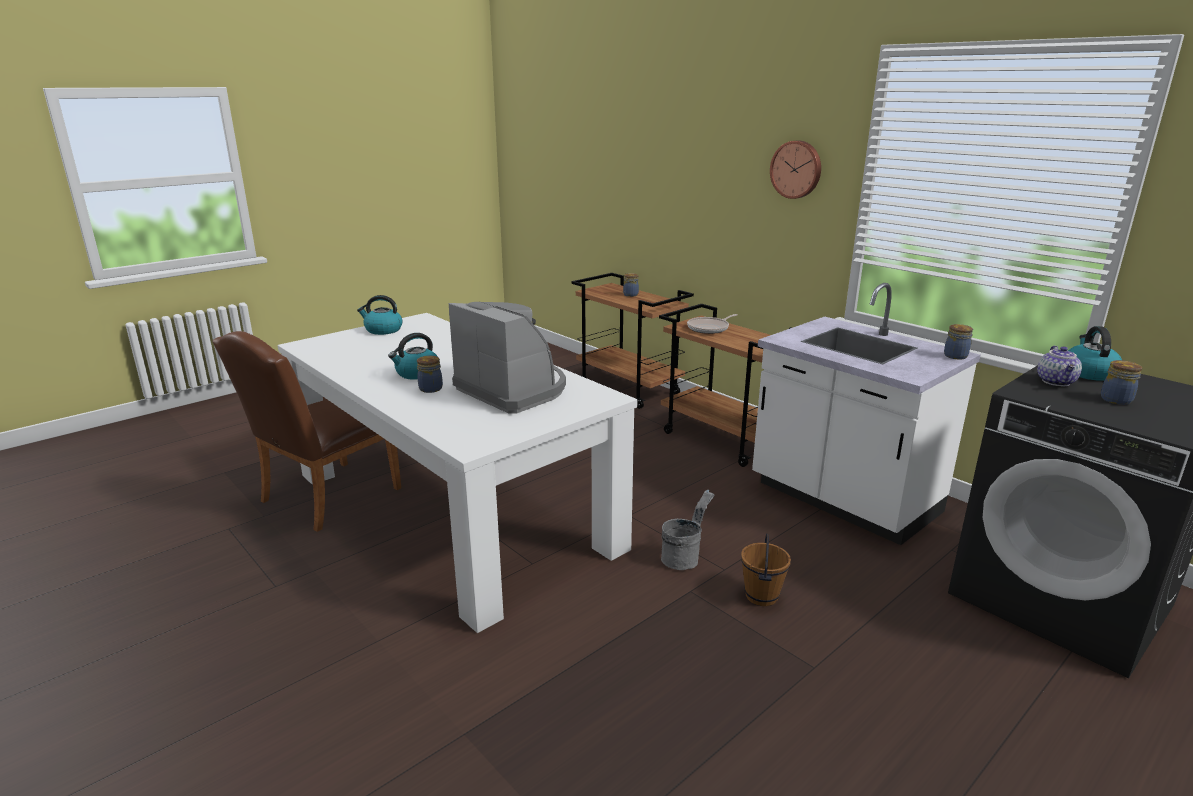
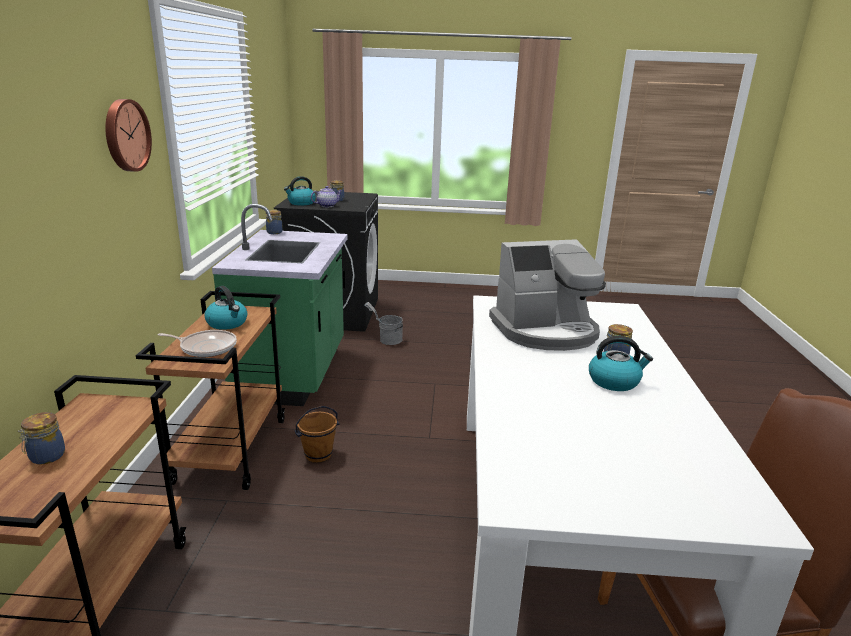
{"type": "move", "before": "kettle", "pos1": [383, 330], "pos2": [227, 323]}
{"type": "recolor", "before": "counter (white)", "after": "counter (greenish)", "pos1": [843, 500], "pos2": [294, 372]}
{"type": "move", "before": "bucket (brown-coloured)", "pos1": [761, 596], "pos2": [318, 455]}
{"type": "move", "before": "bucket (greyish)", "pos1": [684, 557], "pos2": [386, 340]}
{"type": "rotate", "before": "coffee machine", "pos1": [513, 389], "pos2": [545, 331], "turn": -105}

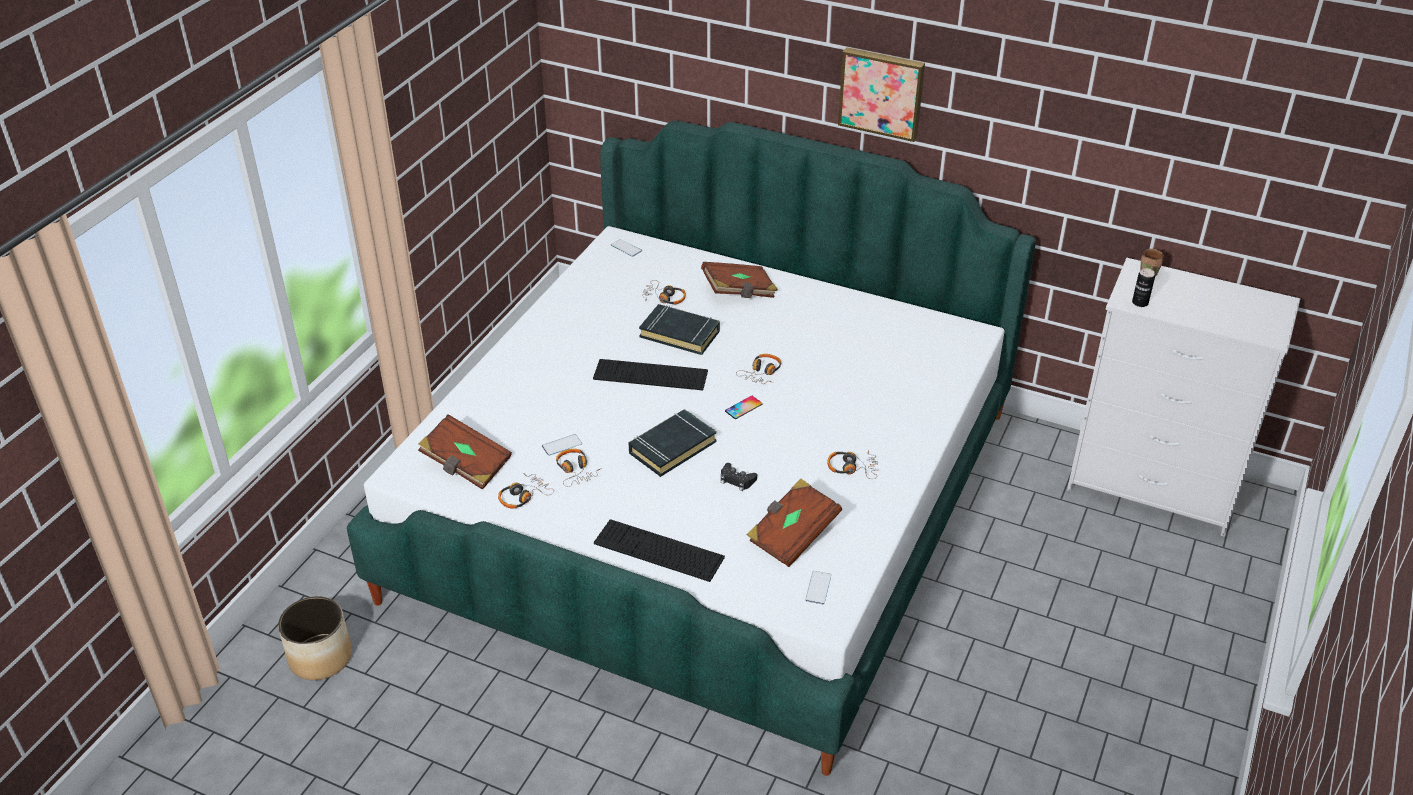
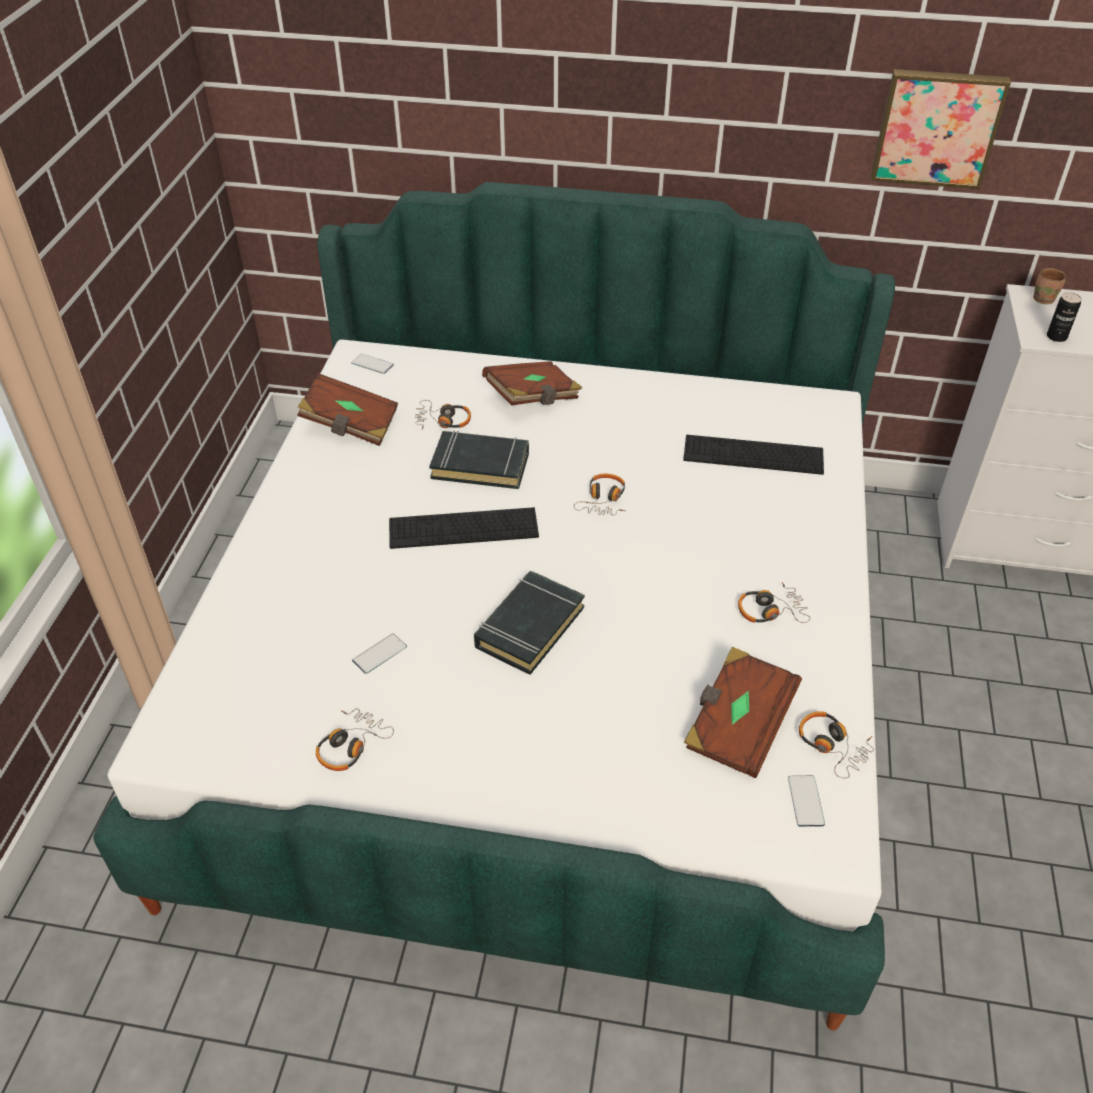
{"type": "move", "before": "bound book (brown-coloured)", "pos1": [466, 465], "pos2": [350, 425]}
{"type": "move", "before": "PC keyboard", "pos1": [658, 550], "pos2": [753, 455]}
{"type": "move", "before": "headphones", "pos1": [576, 471], "pos2": [832, 746]}
{"type": "move", "before": "picture", "pos1": [882, 92], "pos2": [937, 127]}
{"type": "delete", "before": "plant pot", "pos1": [320, 657]}
{"type": "delete", "before": "game controller (black)", "pos1": [737, 480]}
{"type": "delete", "before": "phone", "pos1": [743, 407]}

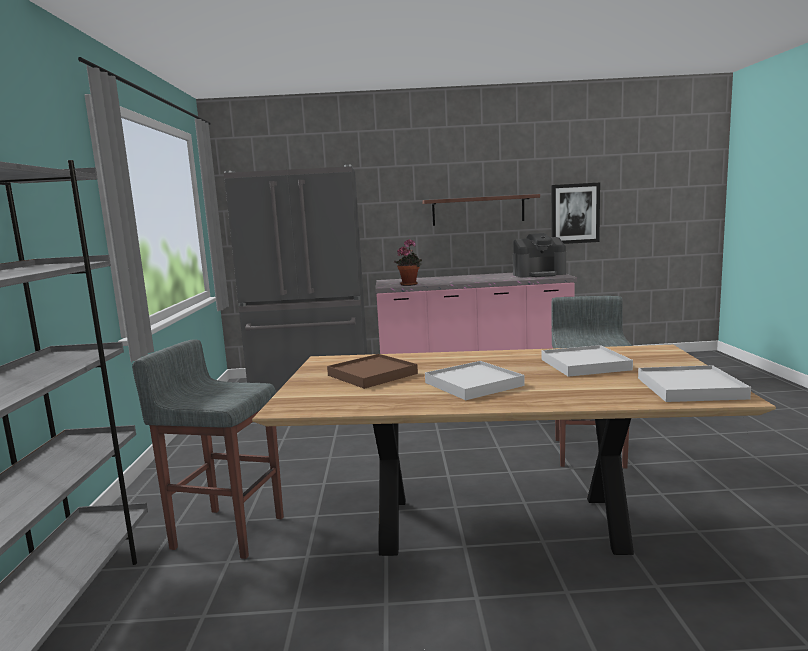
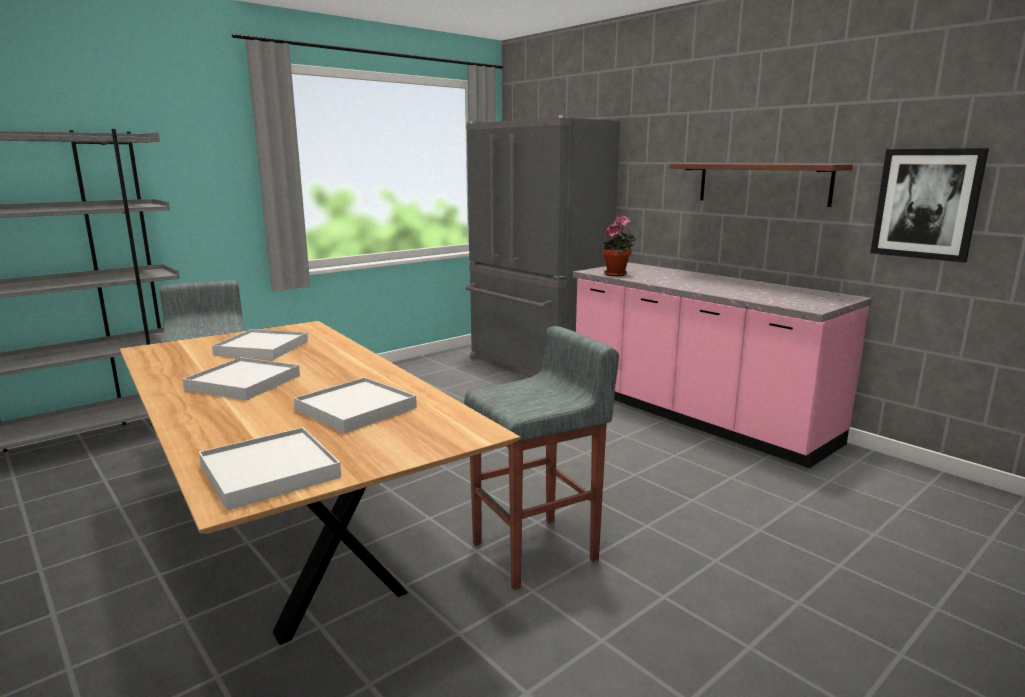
{"type": "recolor", "before": "serving tray (brown-coloured)", "after": "serving tray (white)", "pos1": [372, 374], "pos2": [262, 348]}
{"type": "delete", "before": "coffee machine", "pos1": [539, 274]}

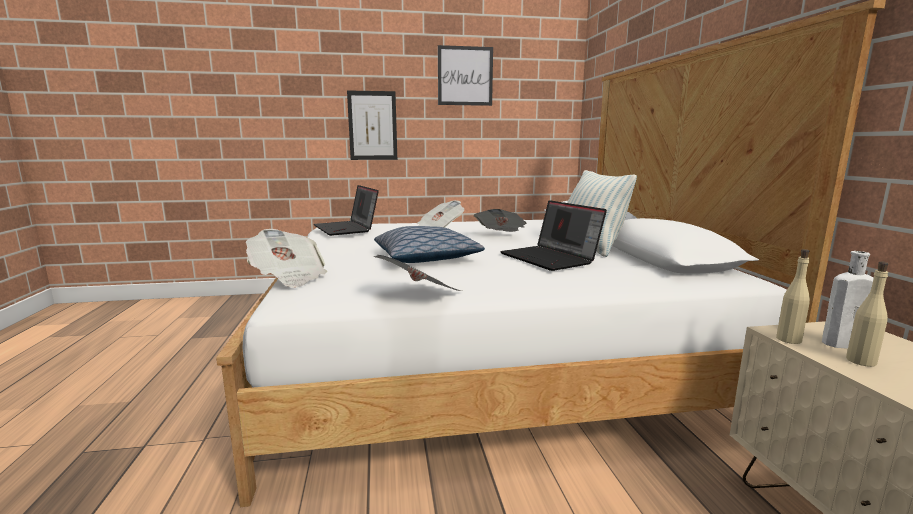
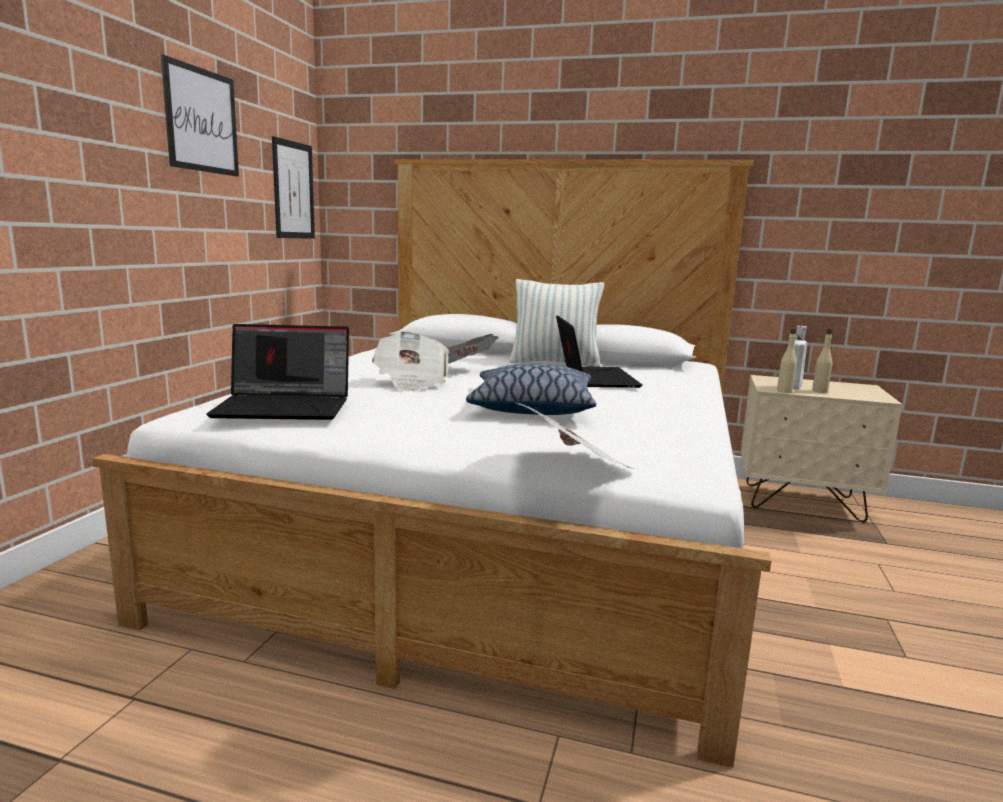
{"type": "move", "before": "picture", "pos1": [372, 125], "pos2": [293, 190]}
{"type": "rotate", "before": "portable computer", "pos1": [551, 258], "pos2": [593, 378], "turn": -90}
{"type": "delete", "before": "newspaper", "pos1": [420, 296]}

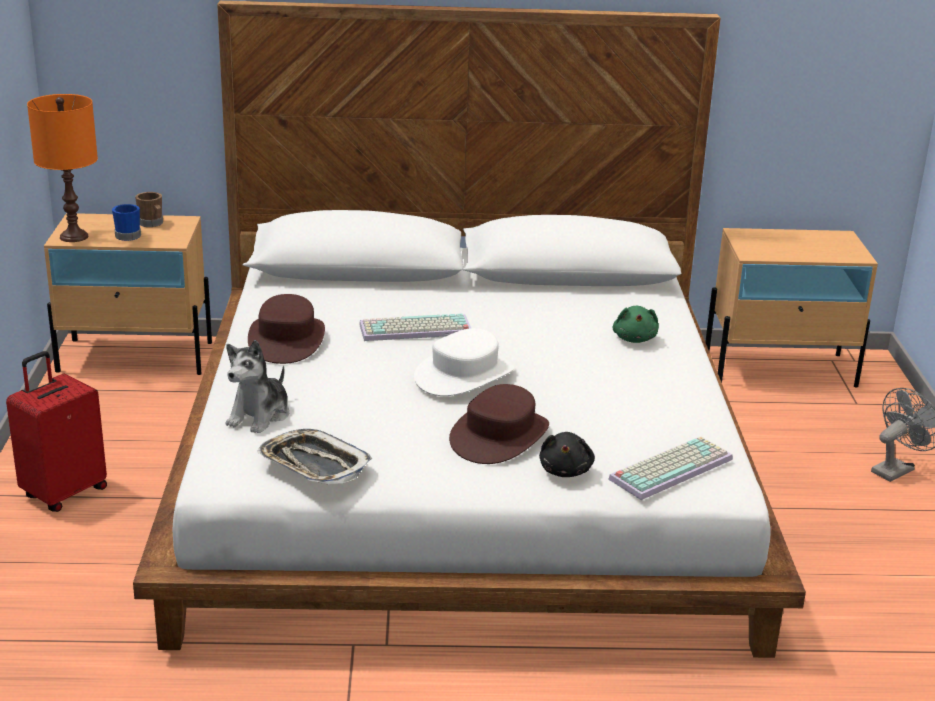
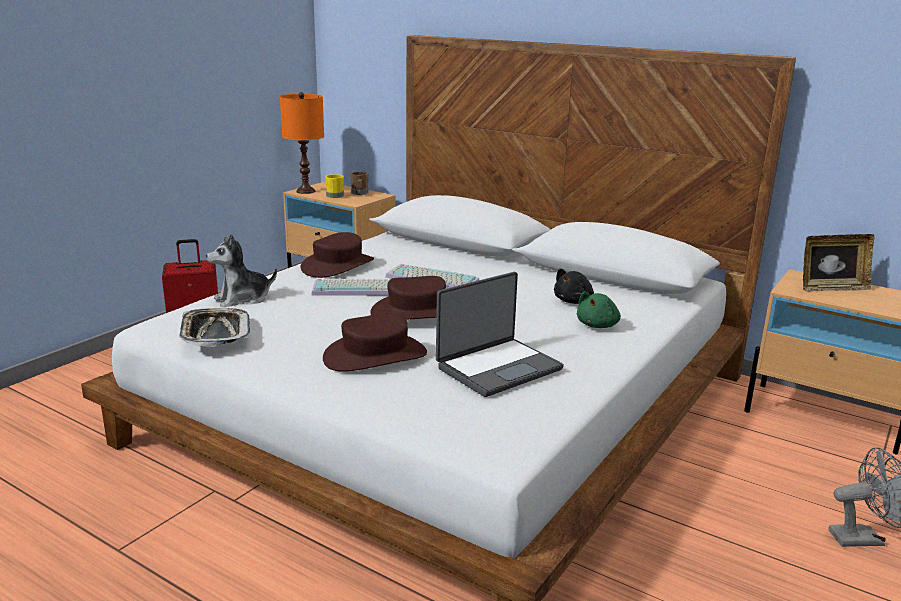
{"type": "move", "before": "PC keyboard", "pos1": [670, 467], "pos2": [361, 288]}
{"type": "recolor", "before": "coffee mug (blue-coloured)", "after": "coffee mug (yellow-coloured)", "pos1": [128, 235], "pos2": [336, 195]}
{"type": "recolor", "before": "clothing hat (white)", "after": "clothing hat (brown-coloured)", "pos1": [464, 375], "pos2": [416, 312]}
{"type": "insert", "after": "portable computer", "pos2": [498, 367]}
{"type": "move", "before": "soft toy (black)", "pos1": [566, 470], "pos2": [574, 301]}
{"type": "insert", "after": "standing frame", "pos2": [831, 288]}

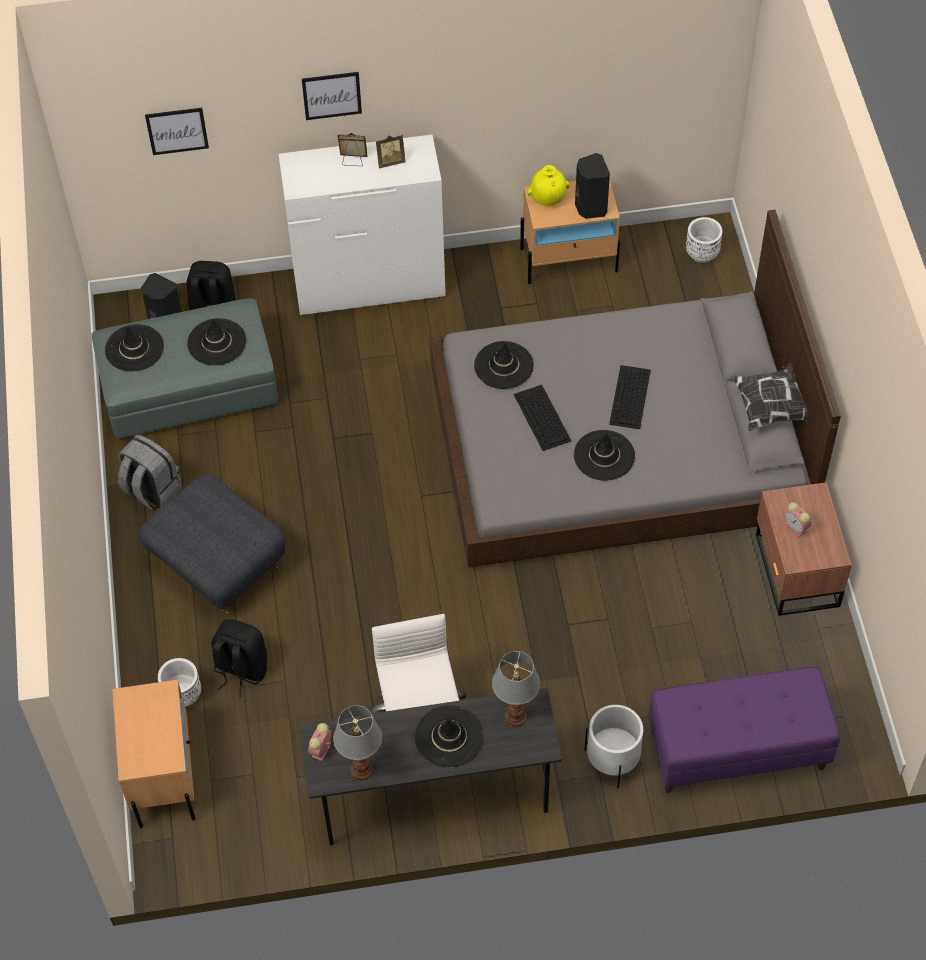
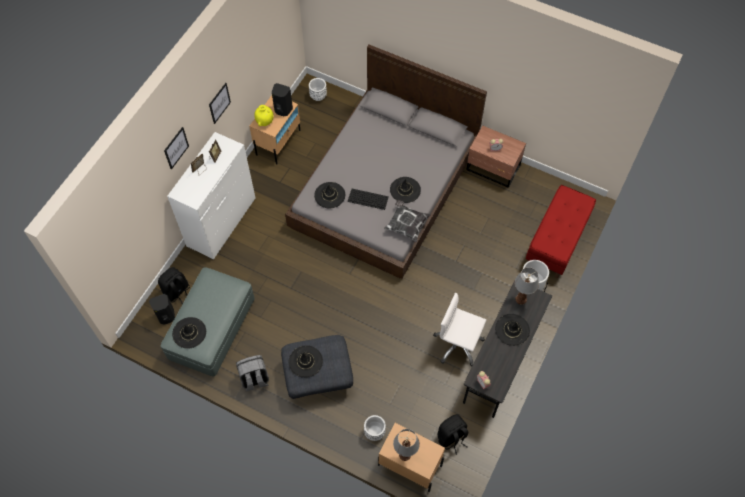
{"type": "move", "before": "picture", "pos1": [177, 130], "pos2": [219, 103]}
{"type": "move", "before": "clothing hat (black)", "pos1": [216, 342], "pos2": [305, 361]}
{"type": "move", "before": "pillow", "pos1": [772, 406], "pos2": [406, 225]}
{"type": "move", "before": "tabletop lamp", "pos1": [362, 771], "pos2": [405, 454]}
{"type": "move", "before": "rucksack (black)", "pos1": [240, 670], "pos2": [452, 438]}
{"type": "recolor", "before": "bench (purplish)", "after": "bench (reddish)", "pos1": [737, 750], "pos2": [556, 241]}
{"type": "delete", "before": "PC keyboard", "pos1": [630, 397]}

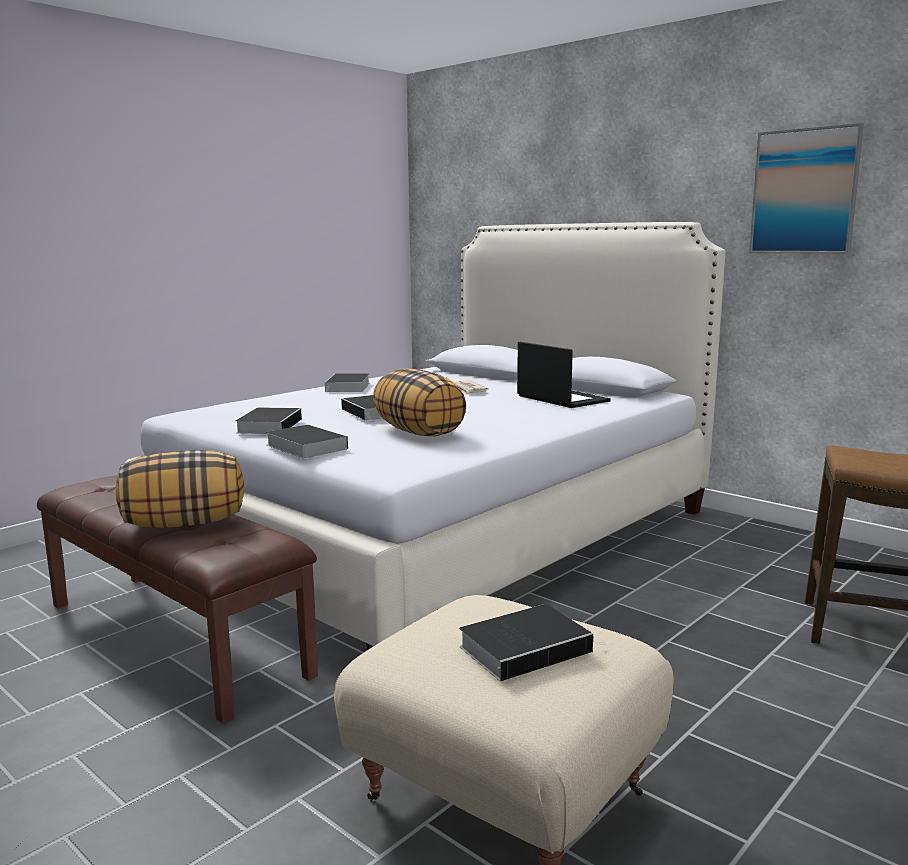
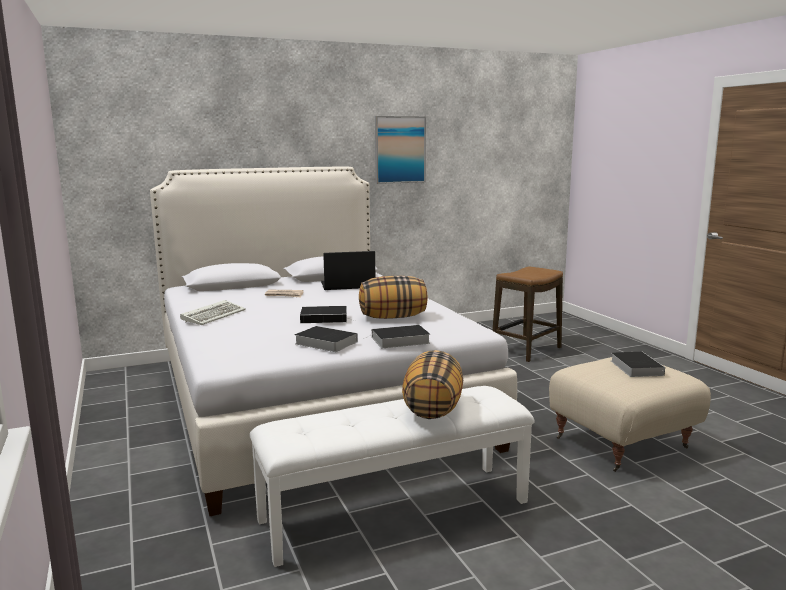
{"type": "replace", "before": "bound book", "after": "PC keyboard", "pos1": [348, 387], "pos2": [214, 315]}
{"type": "recolor", "before": "bench (brown-coloured)", "after": "bench (white)", "pos1": [176, 637], "pos2": [395, 510]}

